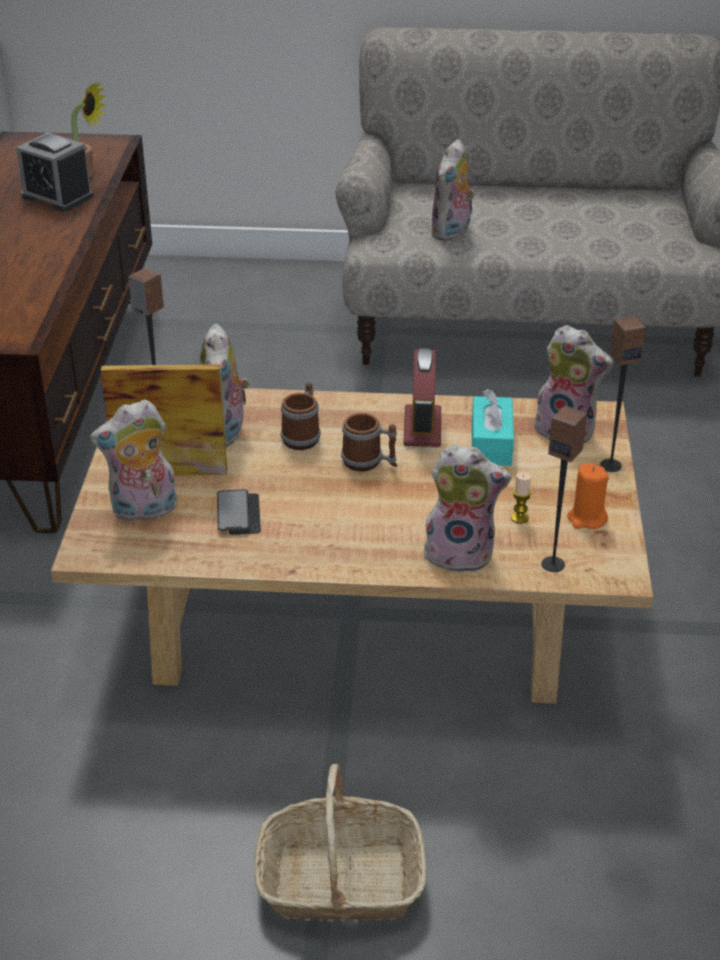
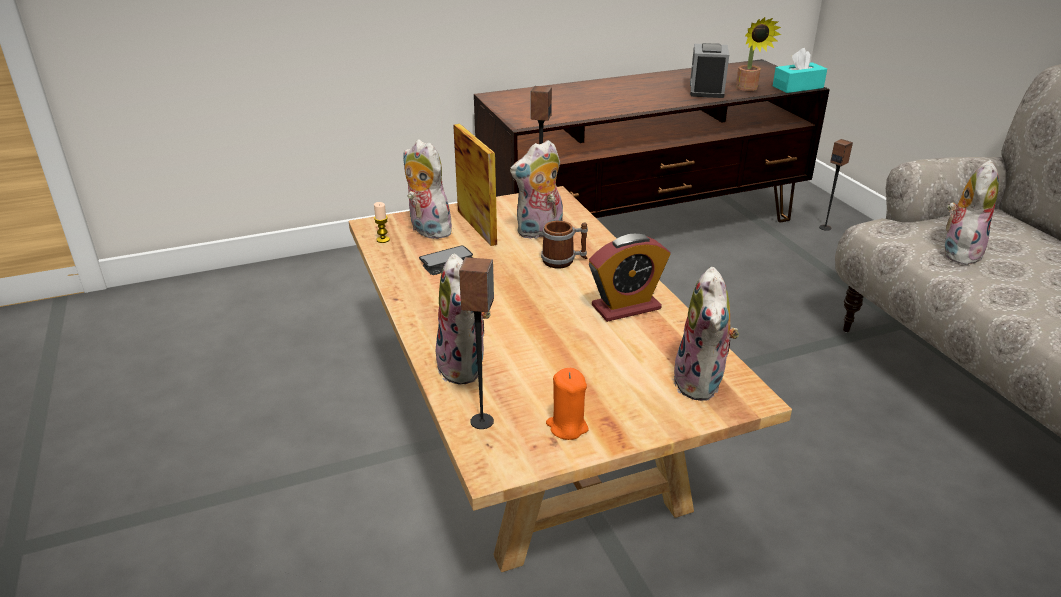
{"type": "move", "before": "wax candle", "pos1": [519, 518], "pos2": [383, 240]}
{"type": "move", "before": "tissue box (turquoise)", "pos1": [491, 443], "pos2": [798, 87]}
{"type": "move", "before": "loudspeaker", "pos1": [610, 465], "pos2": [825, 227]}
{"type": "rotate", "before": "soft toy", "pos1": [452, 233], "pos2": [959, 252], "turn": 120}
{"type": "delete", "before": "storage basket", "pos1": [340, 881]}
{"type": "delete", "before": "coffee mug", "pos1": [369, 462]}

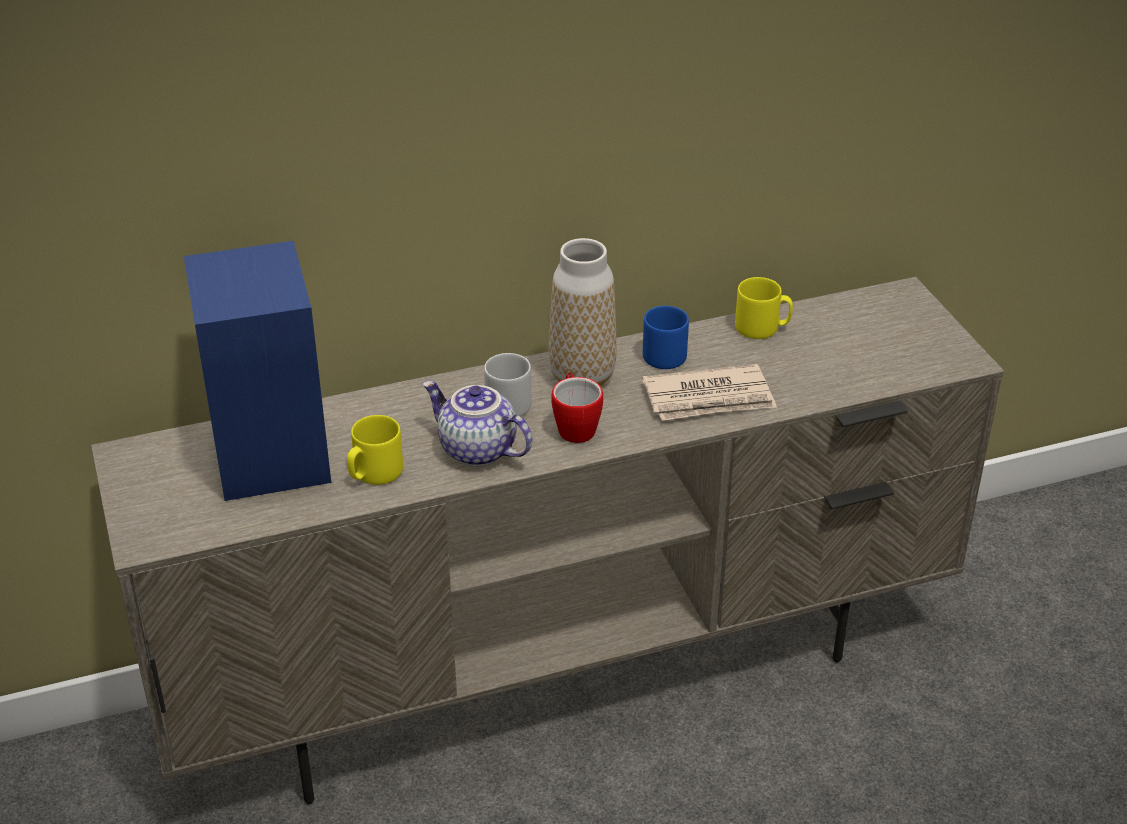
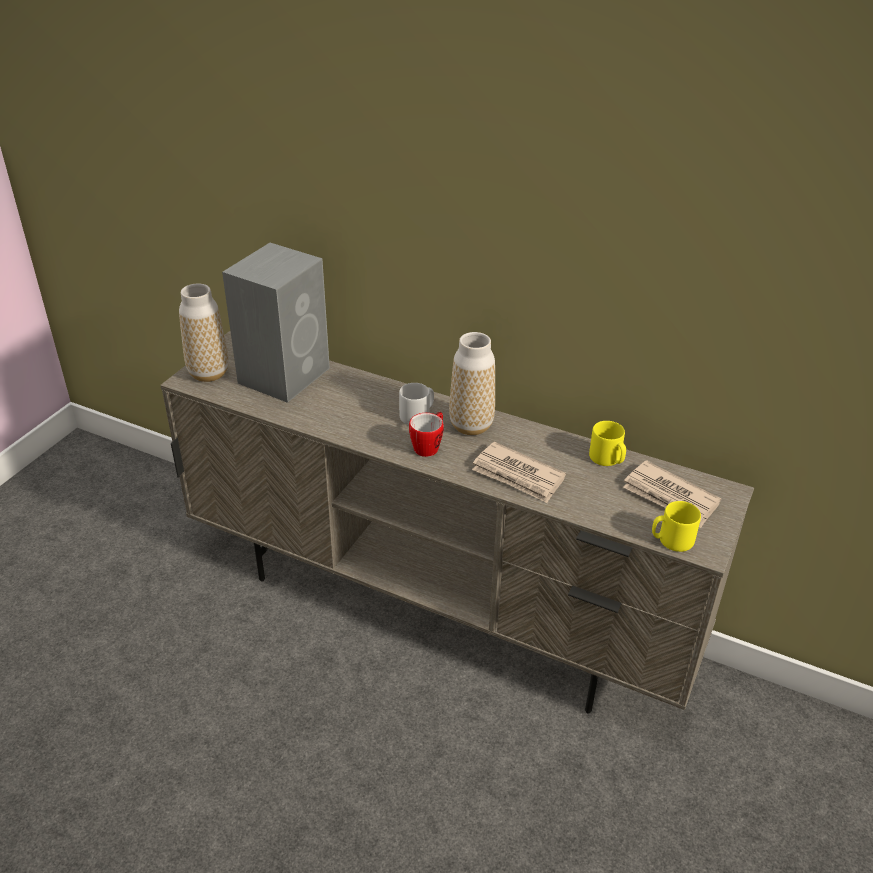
{"type": "insert", "after": "decorative vase", "pos2": [208, 373]}
{"type": "recolor", "before": "loudspeaker (blue-coloured)", "after": "loudspeaker (greyish)", "pos1": [270, 452], "pos2": [285, 374]}
{"type": "insert", "after": "newspaper", "pos2": [670, 497]}
{"type": "move", "before": "coffee mug (yellow-coloured)", "pos1": [374, 473], "pos2": [671, 540]}
{"type": "delete", "before": "teapot", "pos1": [476, 450]}
{"type": "delete", "before": "coffee mug (blue-coloured)", "pos1": [668, 354]}

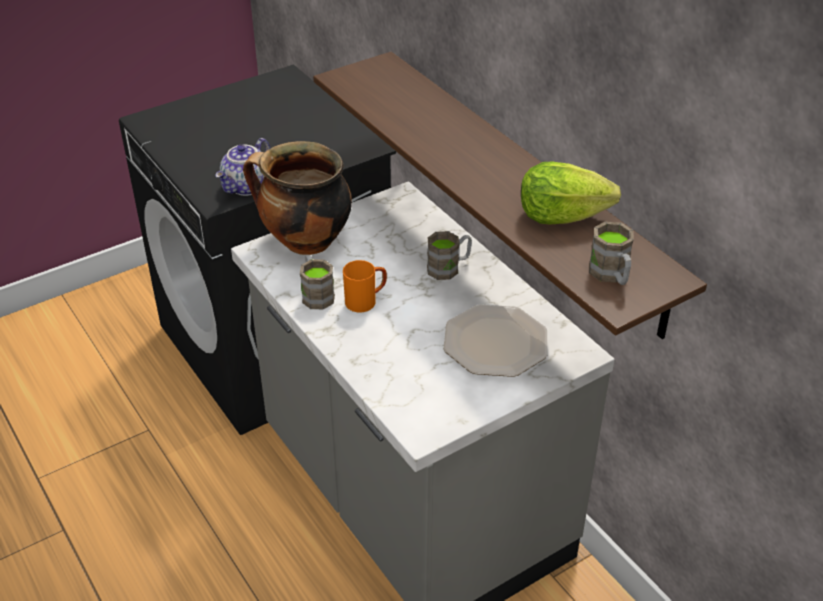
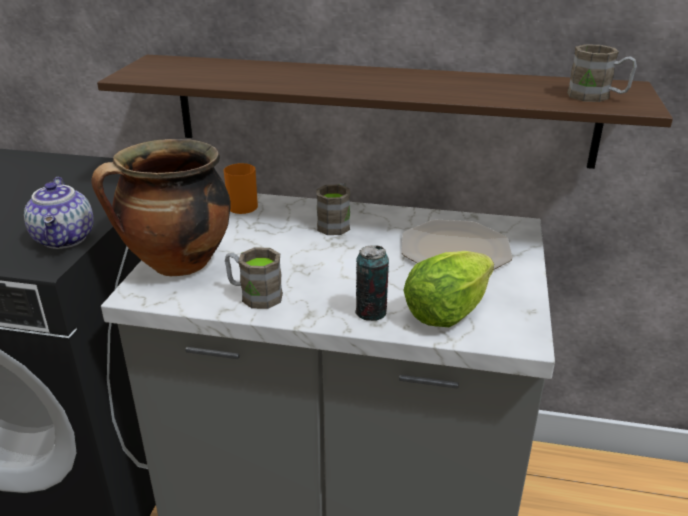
{"type": "move", "before": "coffee mug (orange-coloured)", "pos1": [366, 301], "pos2": [245, 205]}
{"type": "insert", "after": "metal can", "pos2": [371, 312]}
{"type": "move", "before": "head of lettuce", "pos1": [561, 216], "pos2": [446, 312]}

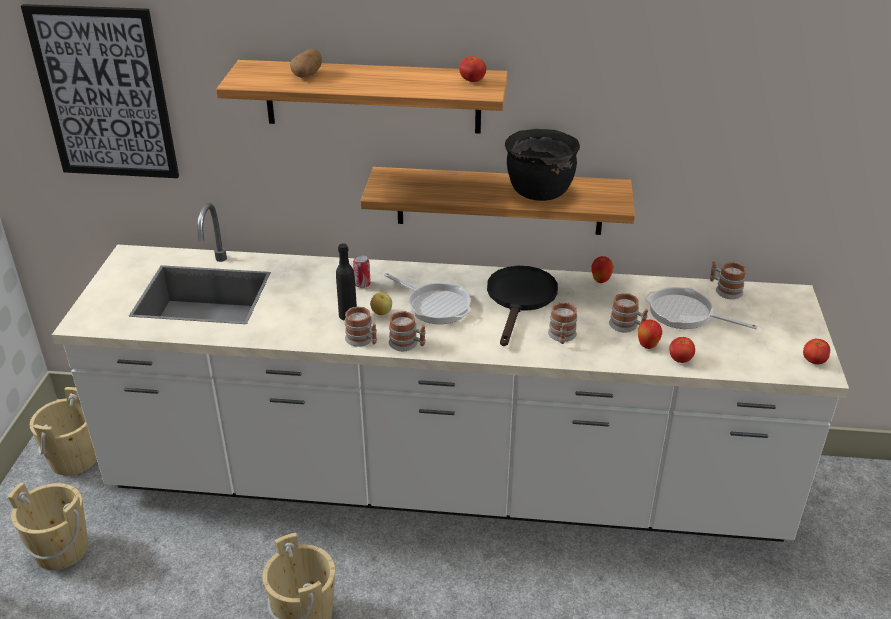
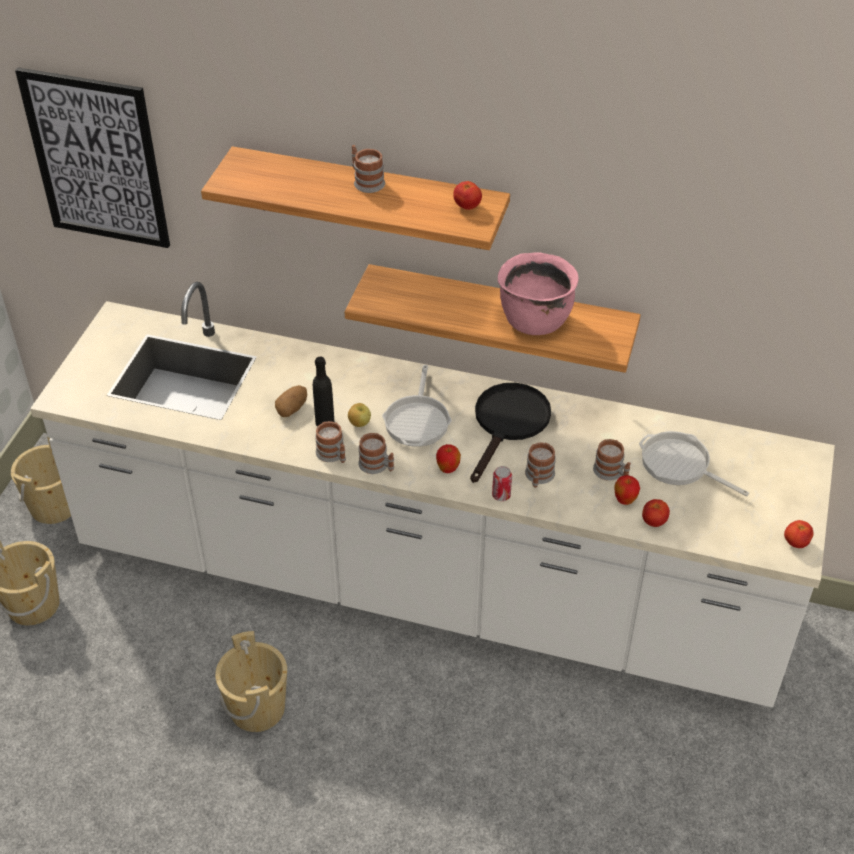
{"type": "move", "before": "potato", "pos1": [307, 74], "pos2": [292, 408]}
{"type": "move", "before": "coffee mug", "pos1": [724, 290], "pos2": [366, 181]}
{"type": "rotate", "before": "skillet", "pos1": [435, 305], "pos2": [417, 420], "turn": 45}
{"type": "move", "before": "whole apple", "pos1": [601, 281], "pos2": [448, 469]}
{"type": "move", "before": "metal can", "pos1": [362, 284], "pos2": [501, 495]}
{"type": "recolor", "before": "stockpot (black)", "after": "stockpot (pink)", "pos1": [538, 192], "pos2": [534, 320]}

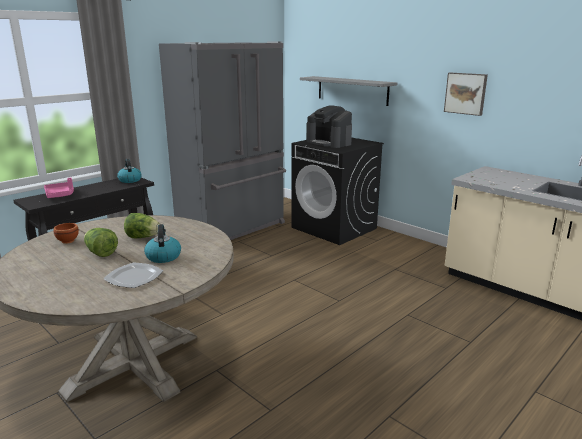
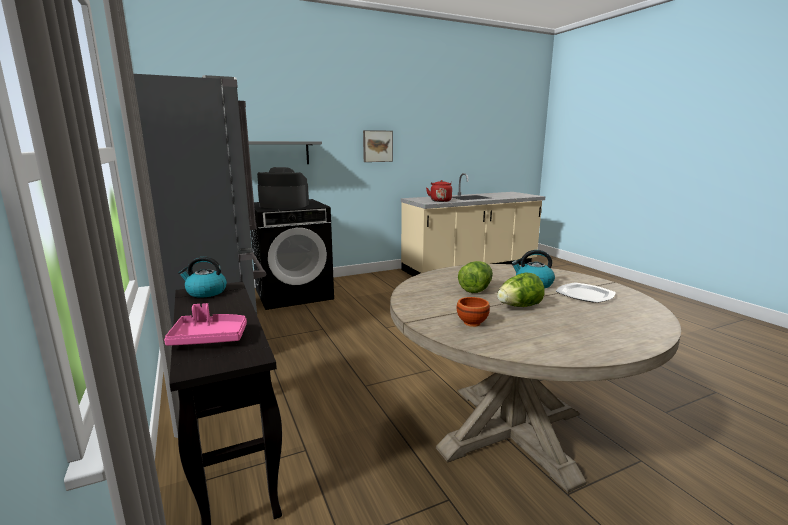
{"type": "rotate", "before": "coffee machine", "pos1": [329, 143], "pos2": [283, 205], "turn": -150}
{"type": "insert", "after": "kettle (reddish)", "pos2": [440, 201]}

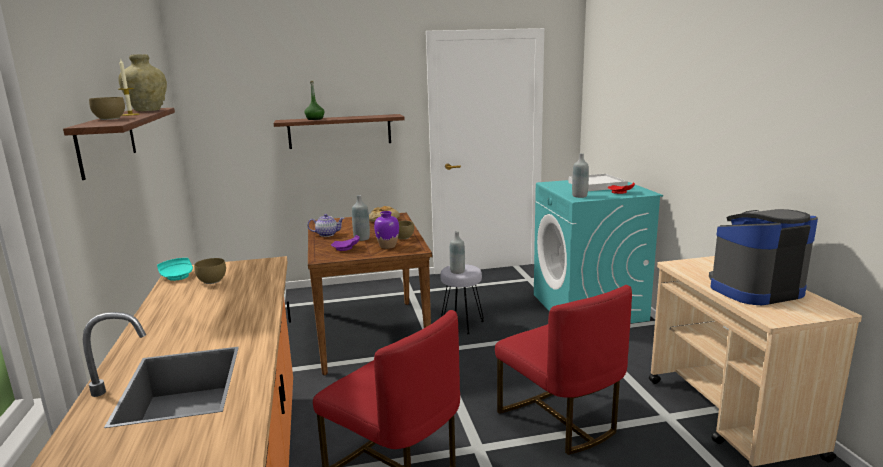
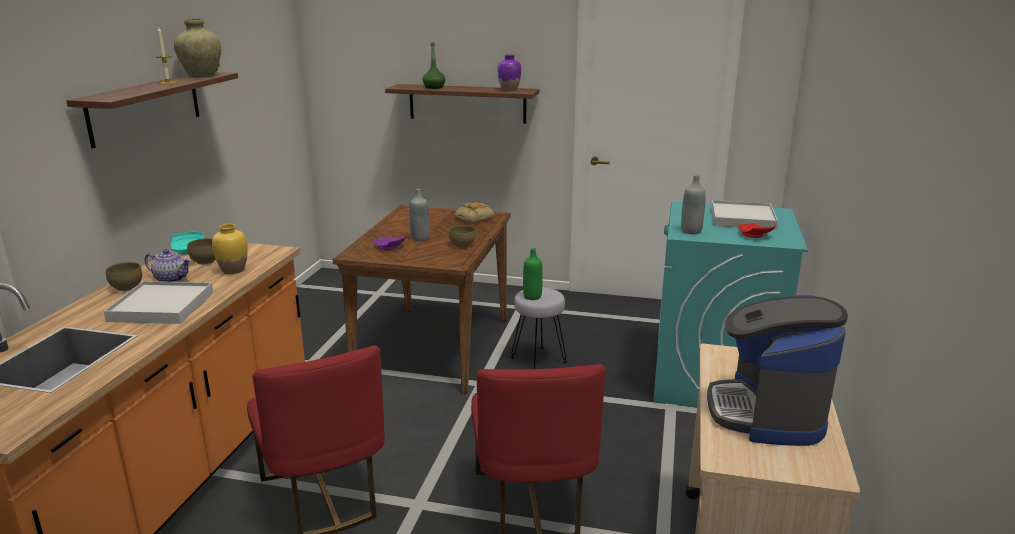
{"type": "insert", "after": "serving tray (white)", "pos2": [162, 306]}
{"type": "move", "before": "bowl (brown-coloured)", "pos1": [109, 119], "pos2": [126, 288]}
{"type": "move", "before": "teapot", "pos1": [327, 234], "pos2": [171, 279]}
{"type": "insert", "after": "decorative vase (yellow-coloured)", "pos2": [233, 270]}
{"type": "move", "before": "decorative vase (purplish)", "pos1": [388, 246], "pos2": [509, 90]}
{"type": "recolor", "before": "beverage bottle (greyish)", "after": "beverage bottle (greenish)", "pos1": [457, 271], "pos2": [532, 297]}
{"type": "rotate", "before": "coffee machine", "pos1": [754, 289], "pos2": [767, 413], "turn": -90}

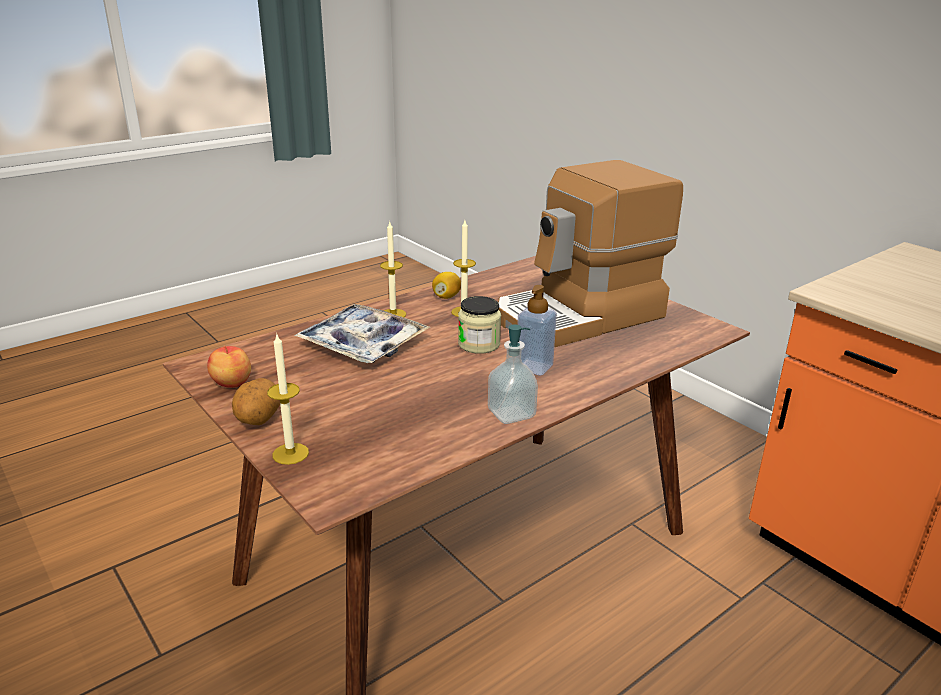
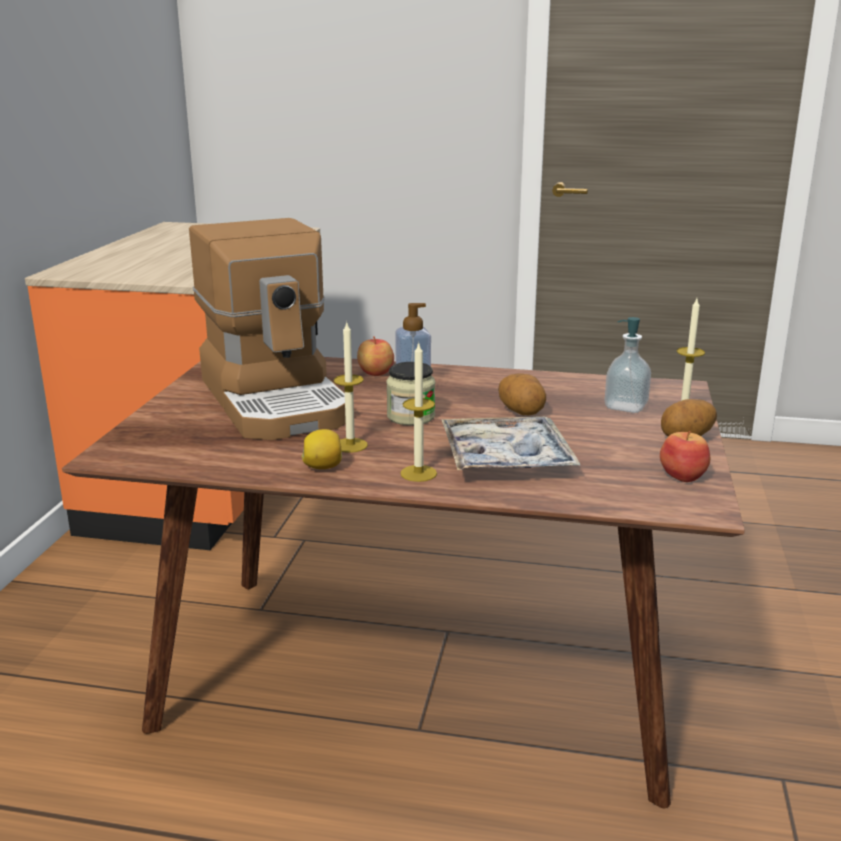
{"type": "rotate", "before": "coffee machine", "pos1": [580, 317], "pos2": [277, 400], "turn": 45}
{"type": "insert", "after": "whole apple", "pos2": [375, 373]}
{"type": "insert", "after": "potato", "pos2": [522, 412]}
{"type": "move", "before": "soap dispenser", "pos1": [511, 413], "pos2": [625, 406]}

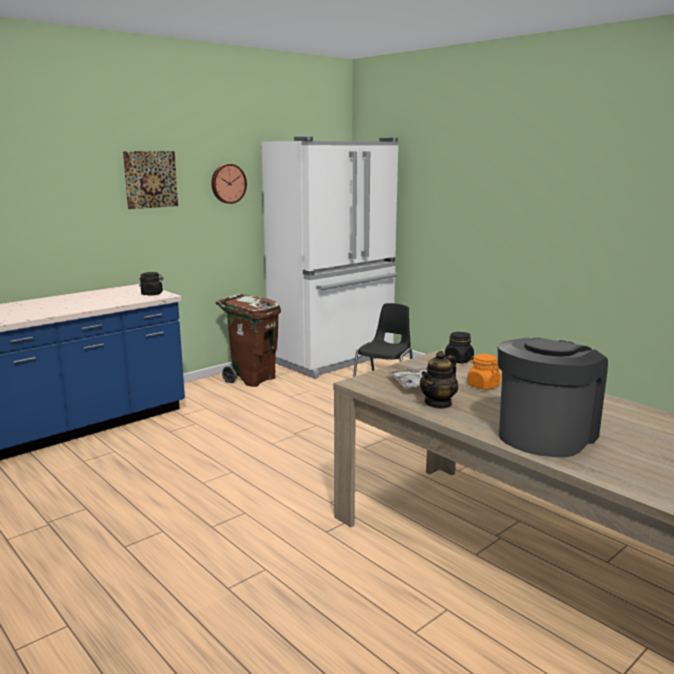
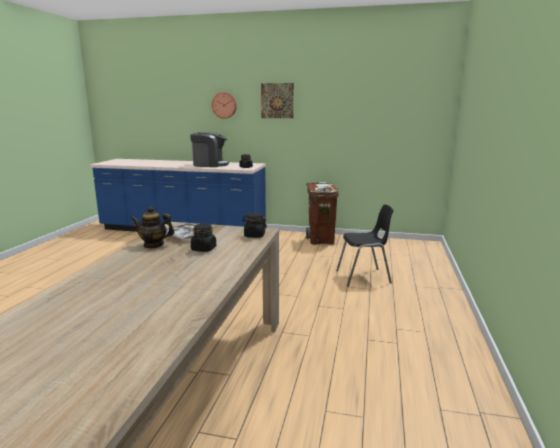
{"type": "move", "before": "coffee machine", "pos1": [545, 434], "pos2": [210, 165]}
{"type": "recolor", "before": "jar (orange-coloured)", "after": "jar (black)", "pos1": [483, 386], "pos2": [204, 249]}
{"type": "move", "before": "hanging clock", "pos1": [228, 183], "pos2": [224, 105]}
{"type": "delete", "before": "refrigerator (white)", "pos1": [334, 359]}

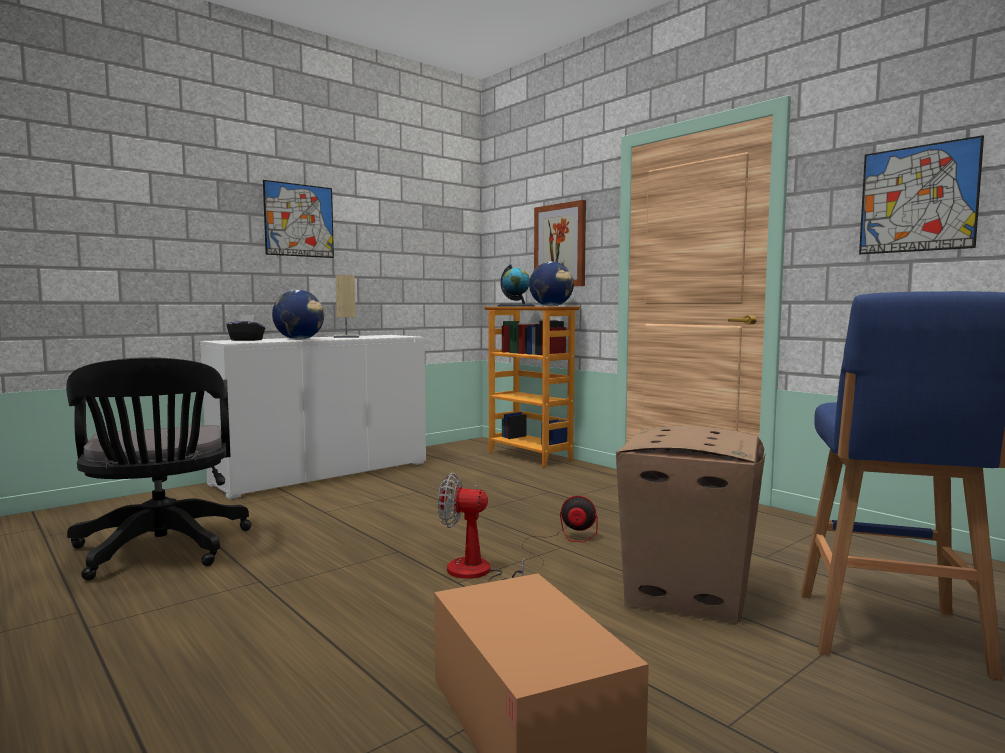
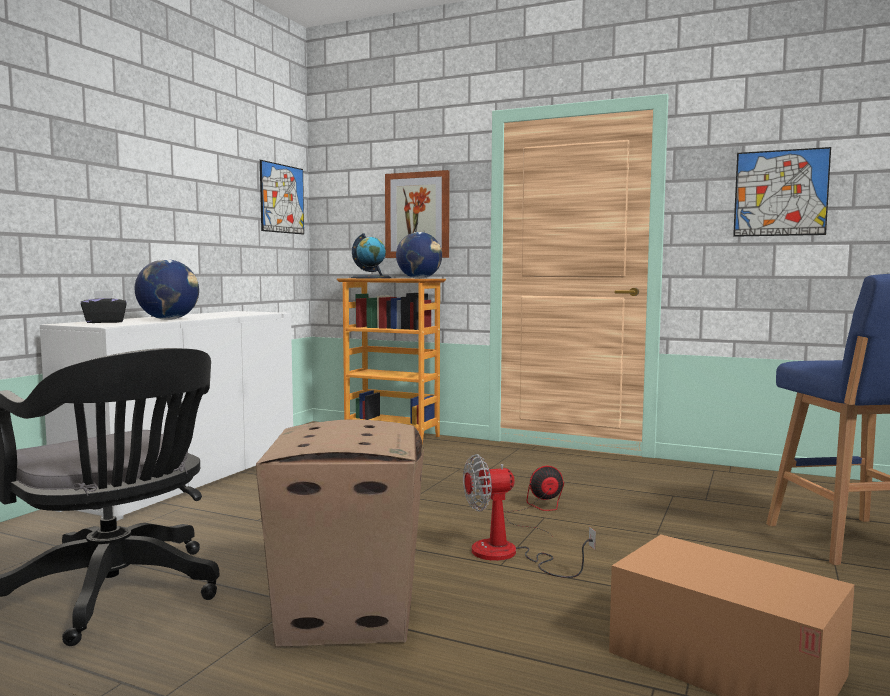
{"type": "move", "before": "cardboard box", "pos1": [687, 592], "pos2": [347, 613]}
{"type": "move", "before": "picture", "pos1": [299, 220], "pos2": [282, 198]}
{"type": "delete", "before": "tabletop lamp (sand-coloured)", "pos1": [346, 337]}

